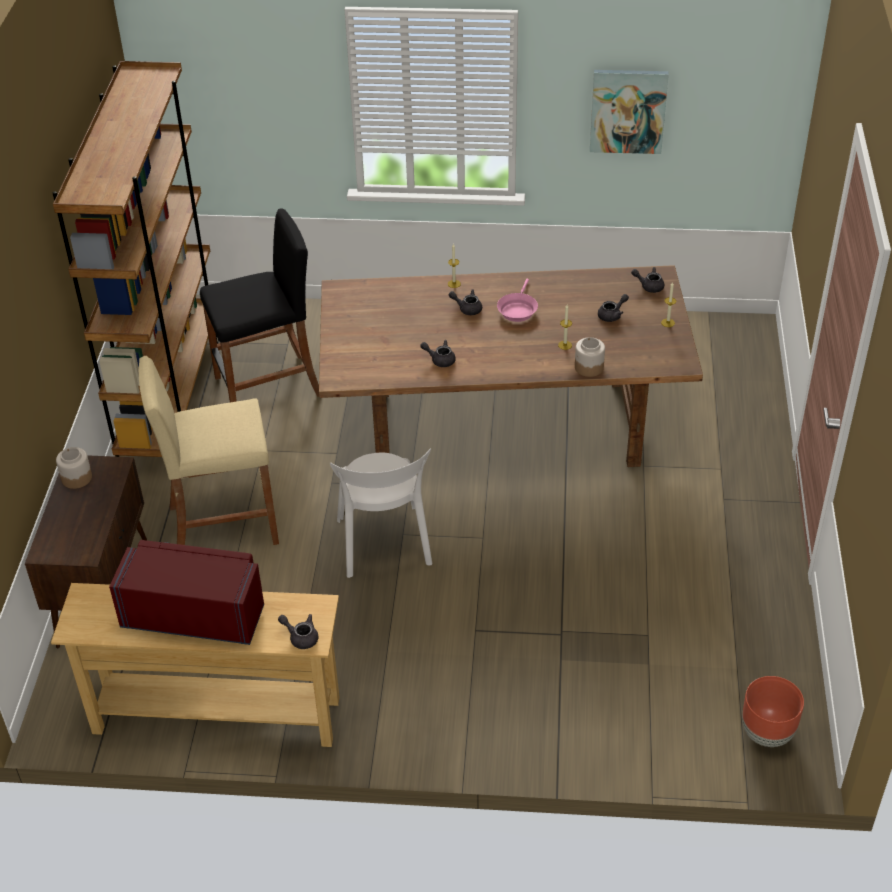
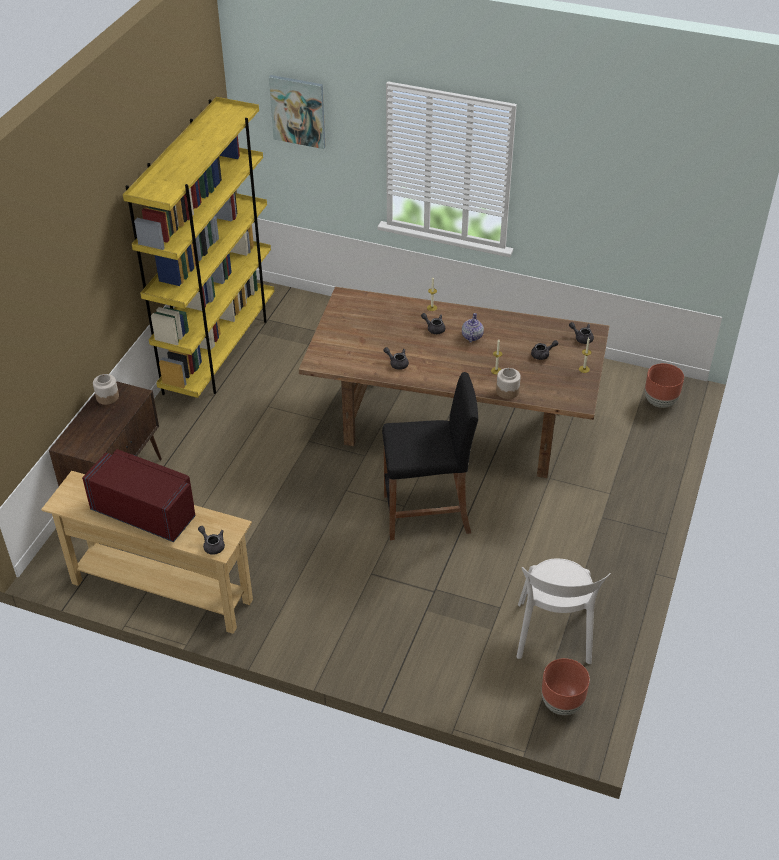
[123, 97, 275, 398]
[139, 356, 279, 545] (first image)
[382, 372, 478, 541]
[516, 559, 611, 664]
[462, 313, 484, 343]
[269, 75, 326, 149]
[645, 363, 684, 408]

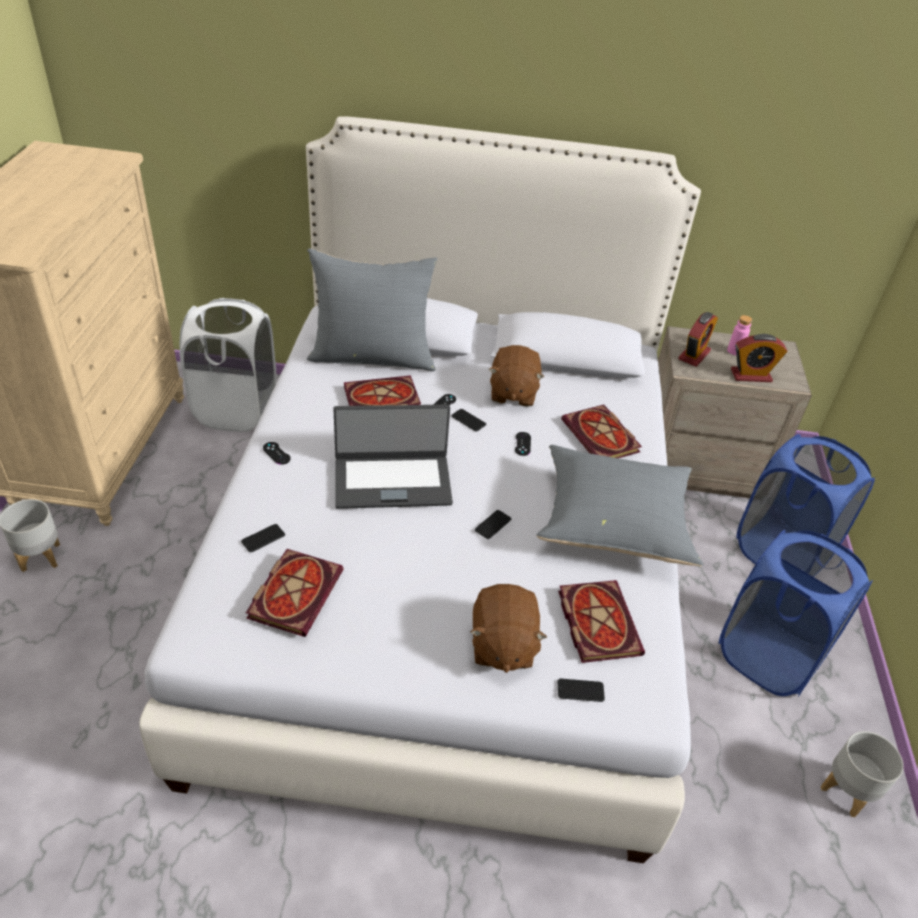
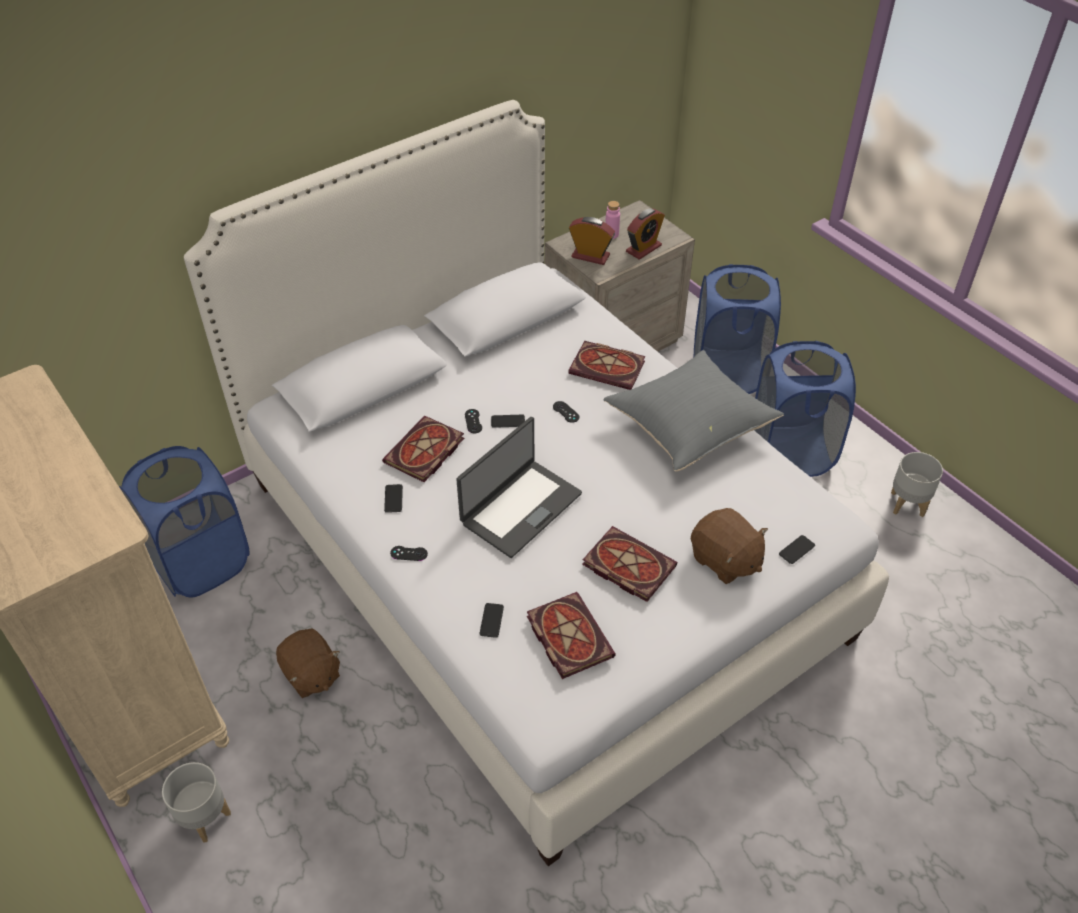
[119, 446, 249, 597]
[307, 248, 437, 371] (first image)
[384, 484, 403, 513]
[276, 628, 340, 698]
[582, 526, 677, 602]
[569, 217, 615, 265]

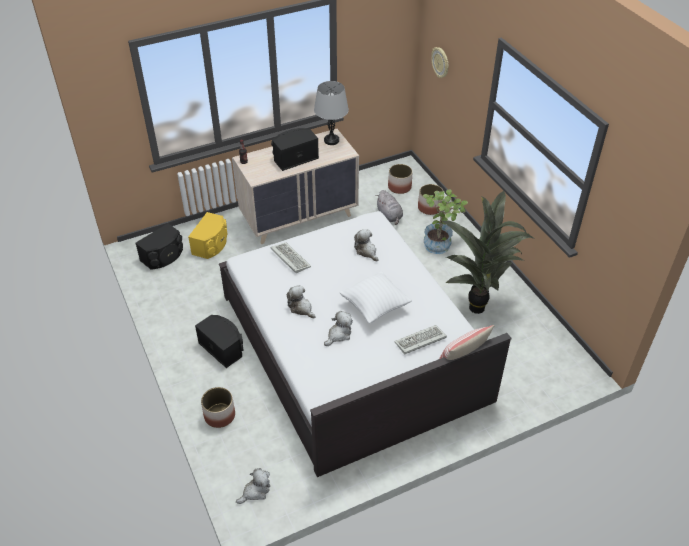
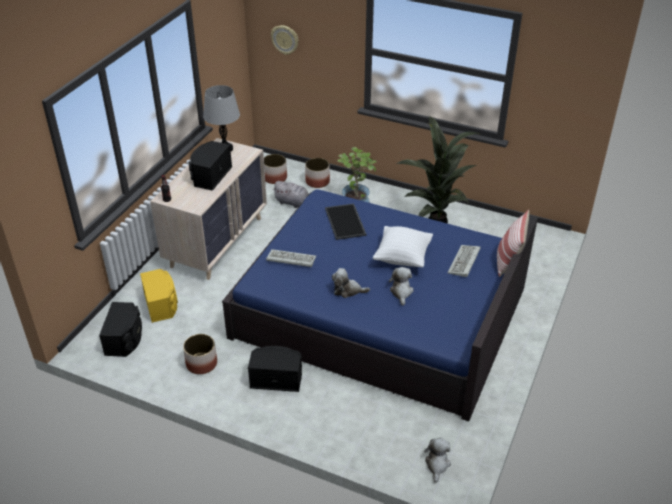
[183, 334, 217, 374]
[222, 189, 538, 421]
[325, 203, 366, 240]

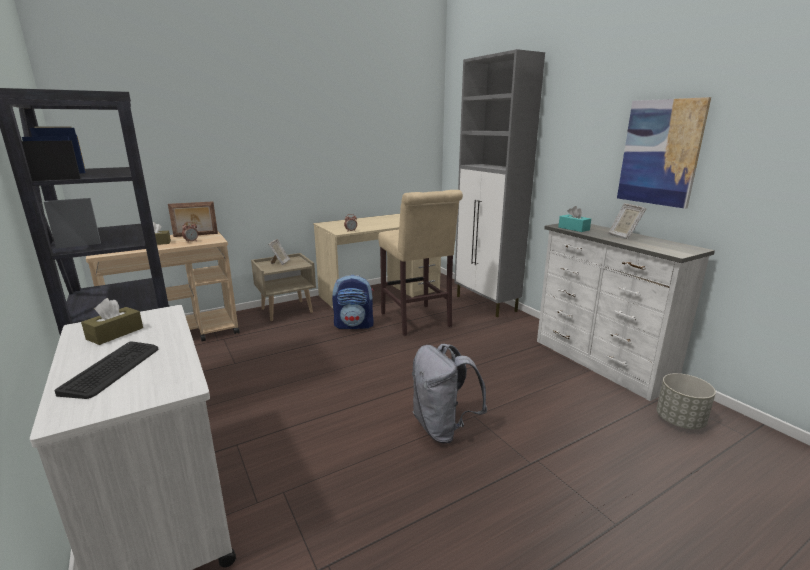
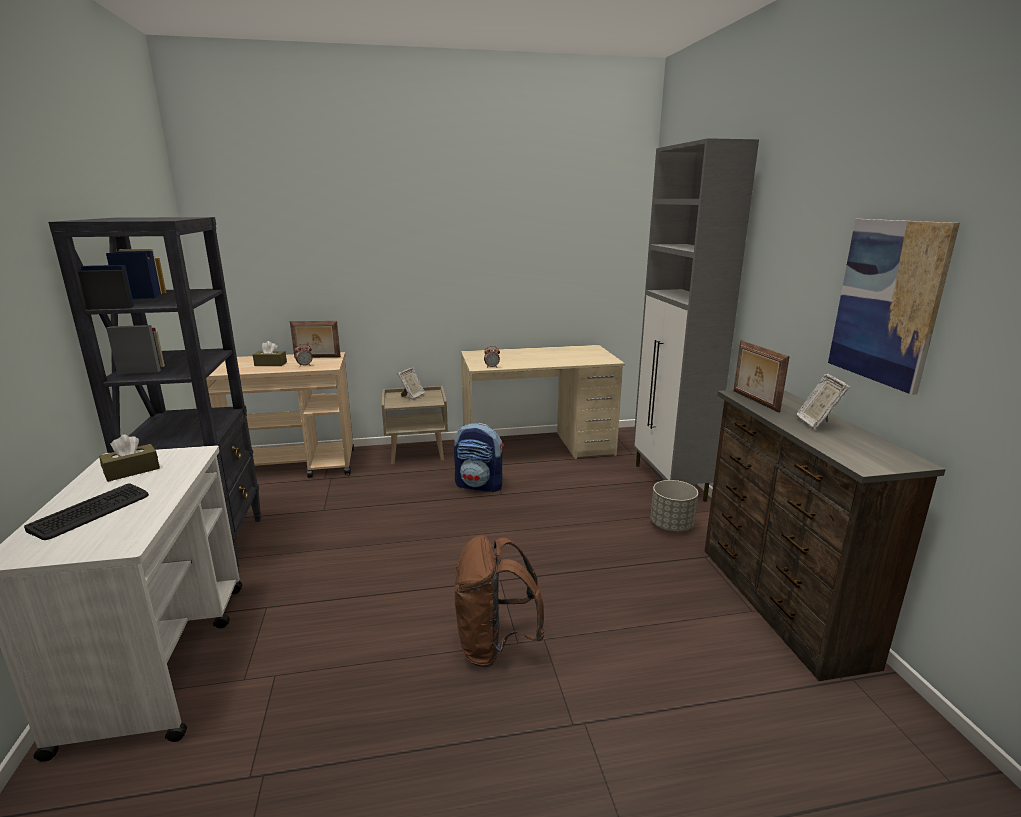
[378, 190, 463, 336] (first image)
[454, 535, 545, 668]
[704, 390, 946, 681]
[733, 340, 790, 413]
[651, 480, 698, 531]

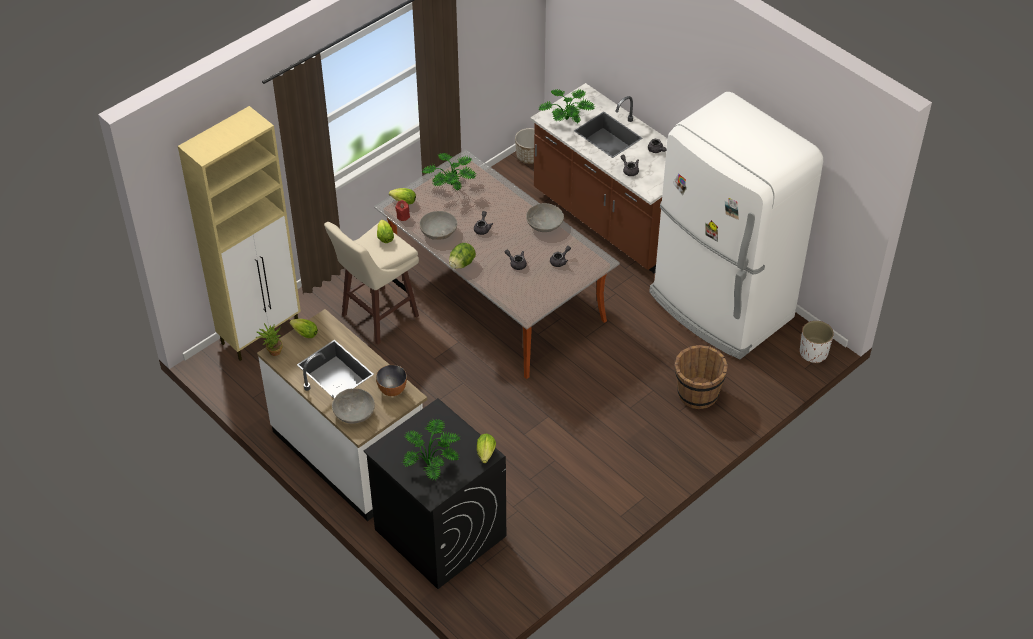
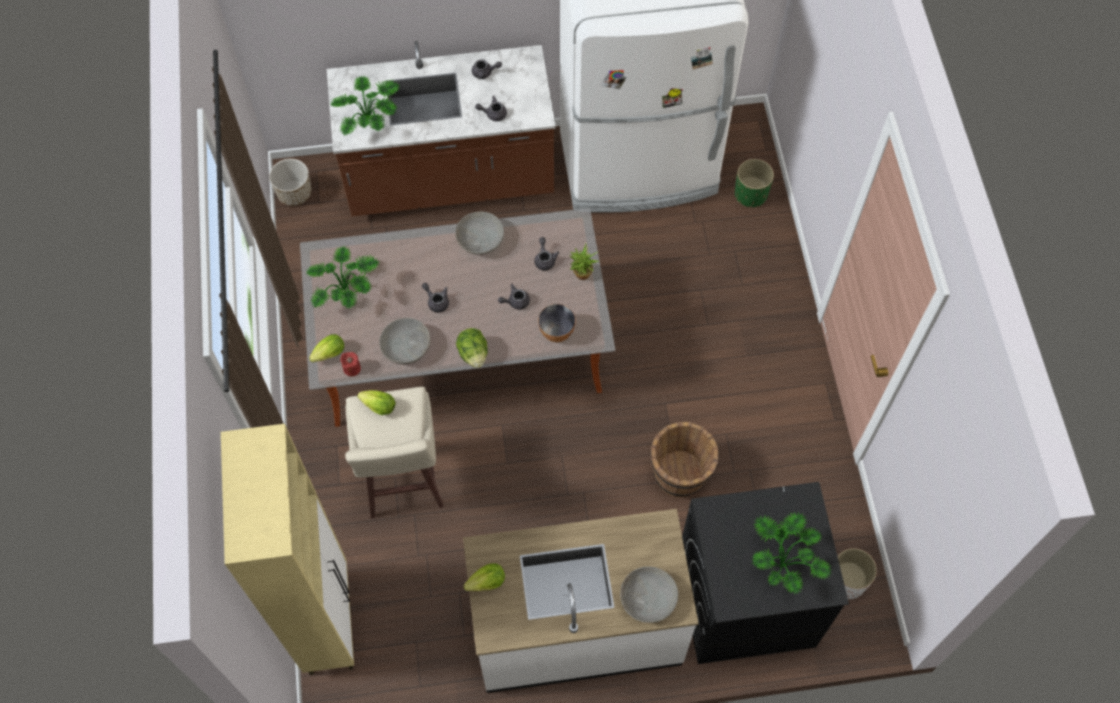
[569, 244, 599, 280]
[538, 304, 575, 342]
[477, 434, 496, 463] (first image)
[651, 422, 718, 497]
[837, 548, 877, 599]
[735, 159, 774, 207]

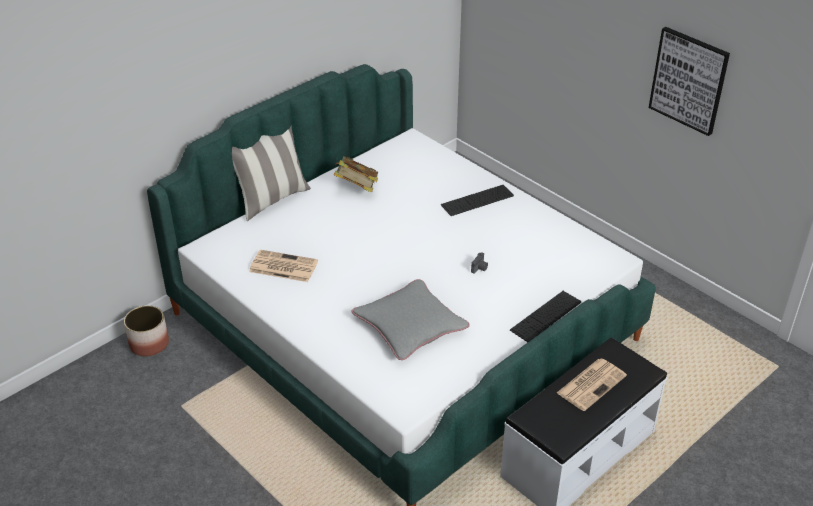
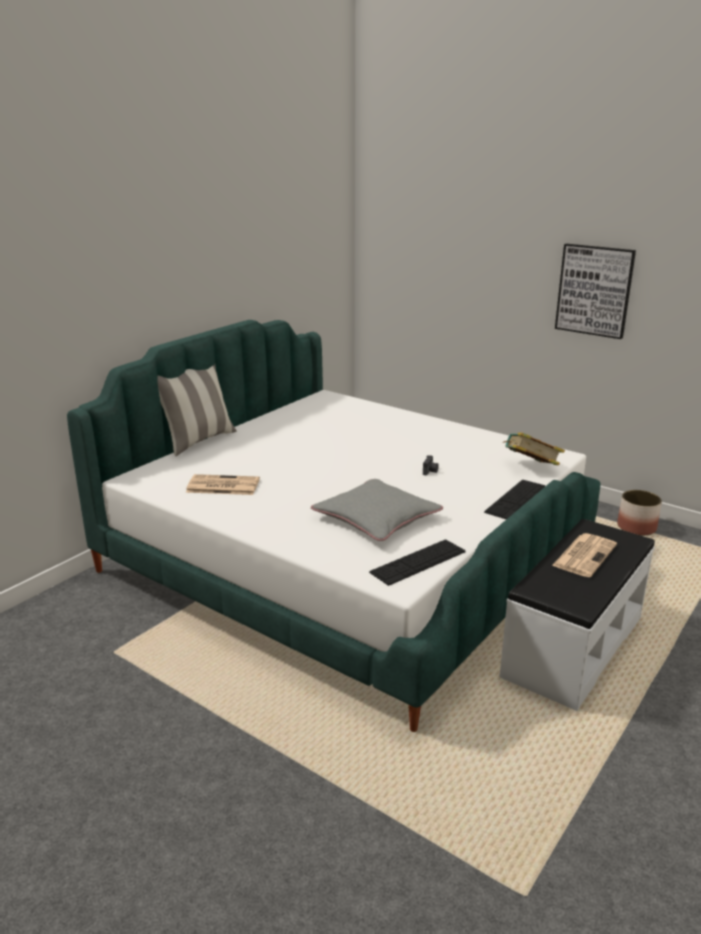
[617, 490, 662, 536]
[503, 432, 565, 465]
[369, 539, 465, 586]

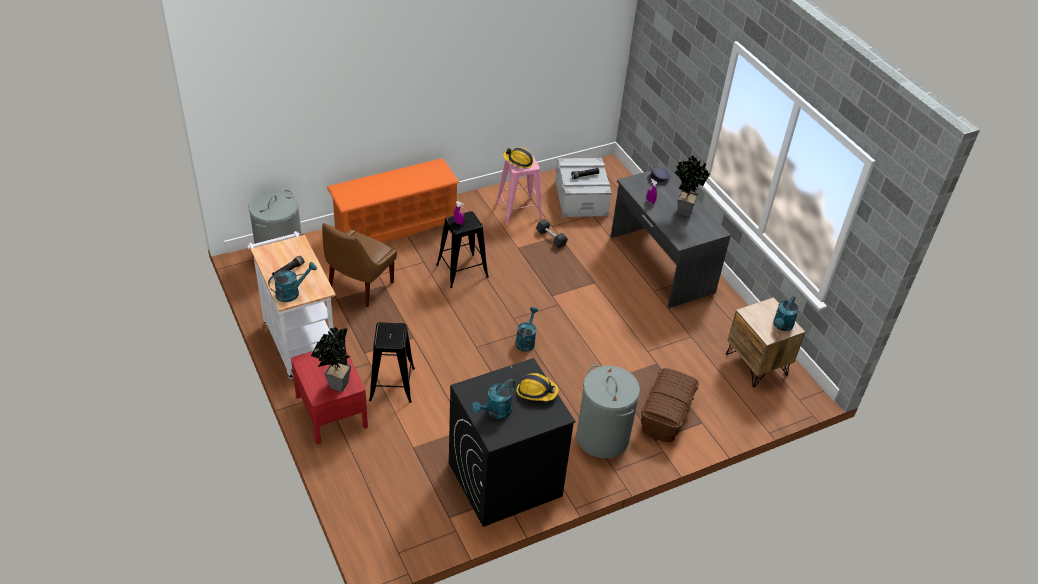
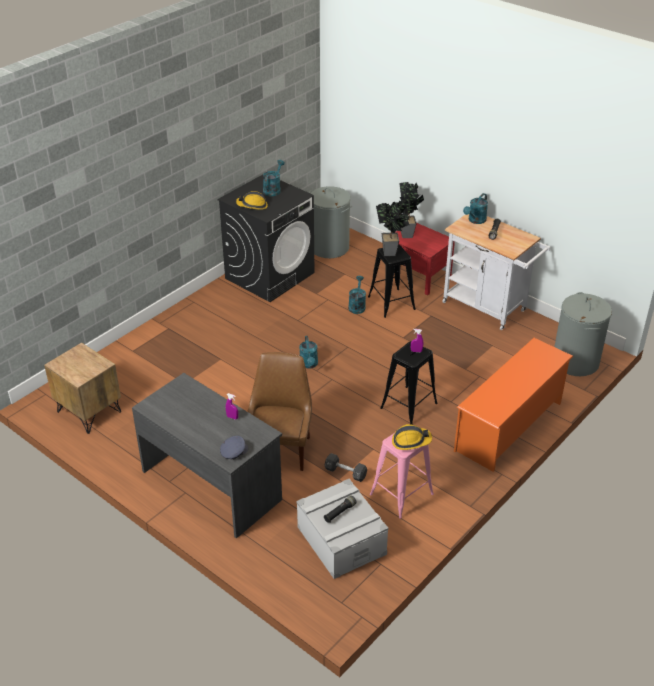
[247, 352, 312, 471]
[309, 186, 352, 258]
[641, 368, 699, 442] (first image)
[376, 201, 410, 256]
[348, 276, 366, 314]

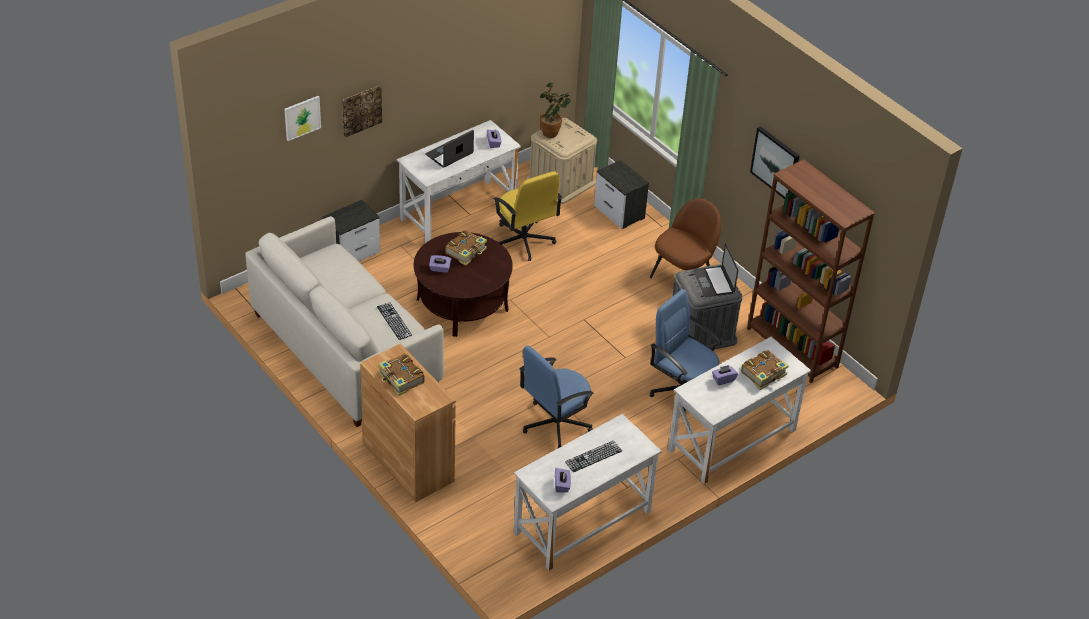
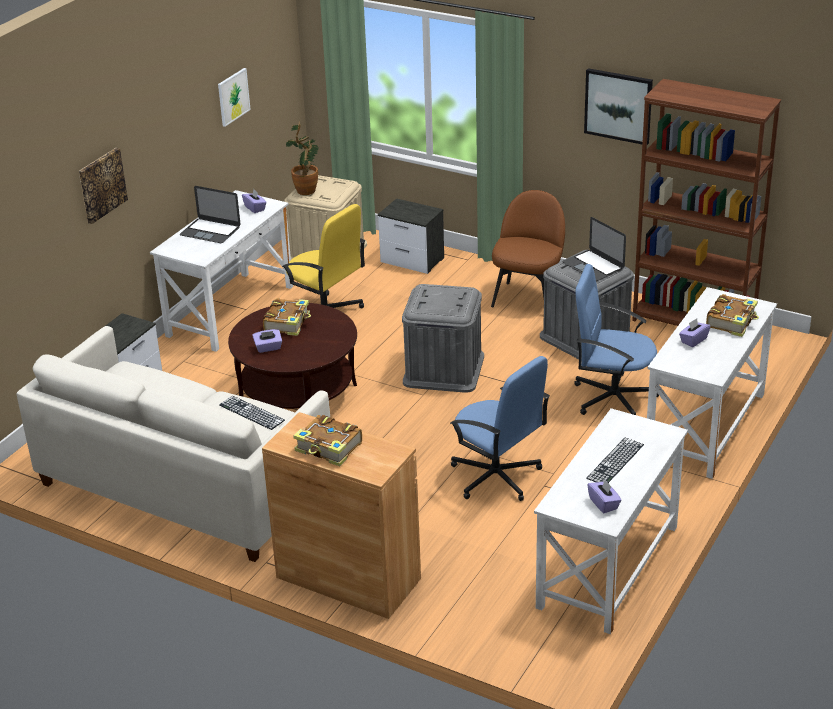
[218, 68, 251, 127]
[180, 186, 240, 243]
[450, 356, 550, 501]
[402, 284, 484, 393]

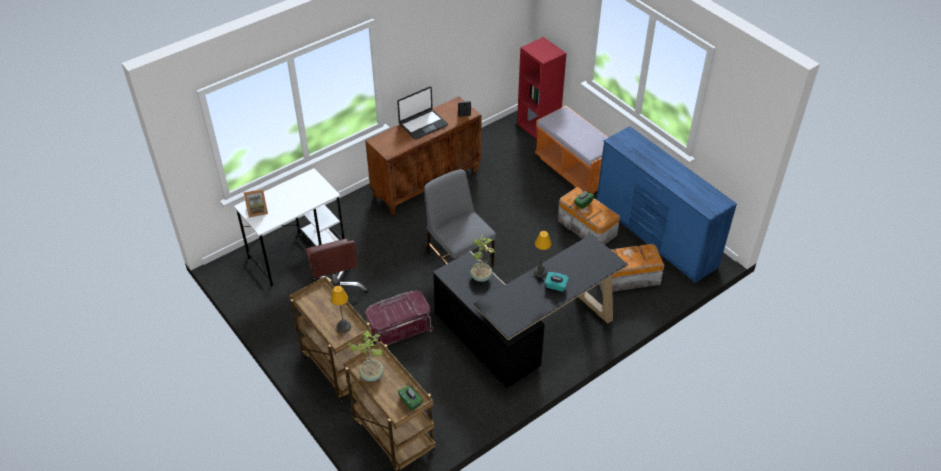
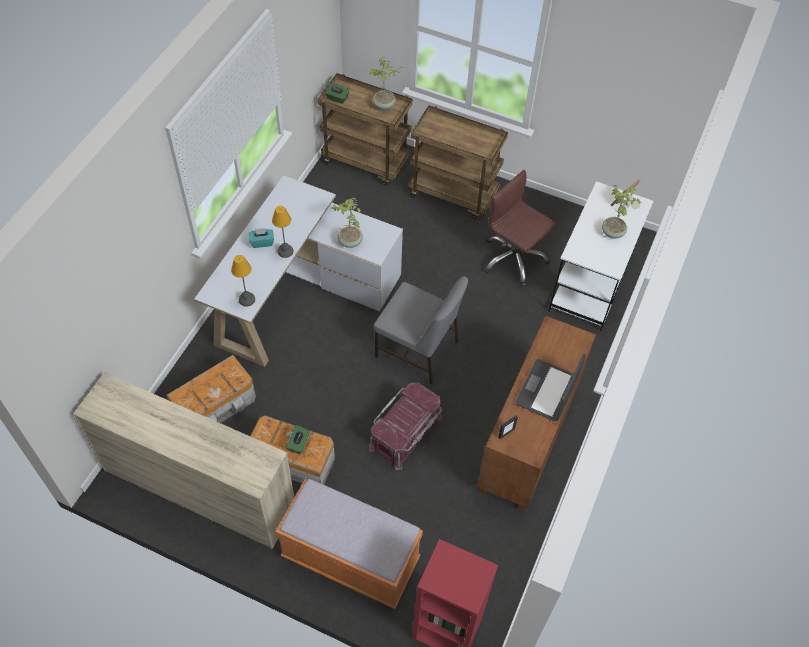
[231, 255, 255, 307]
[368, 382, 442, 470]
[194, 175, 403, 367]
[73, 372, 294, 549]
[602, 185, 641, 239]

